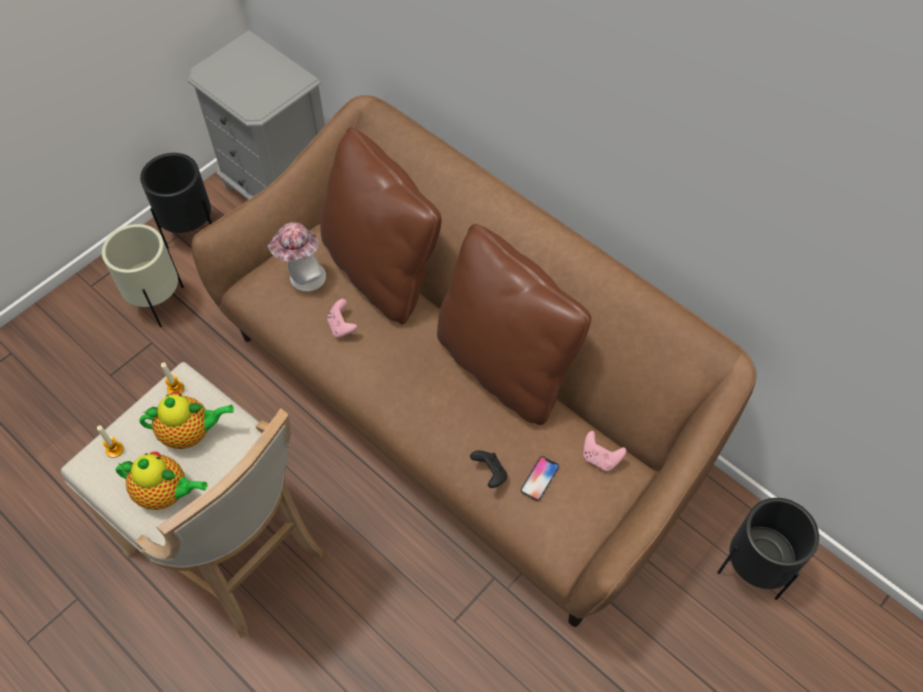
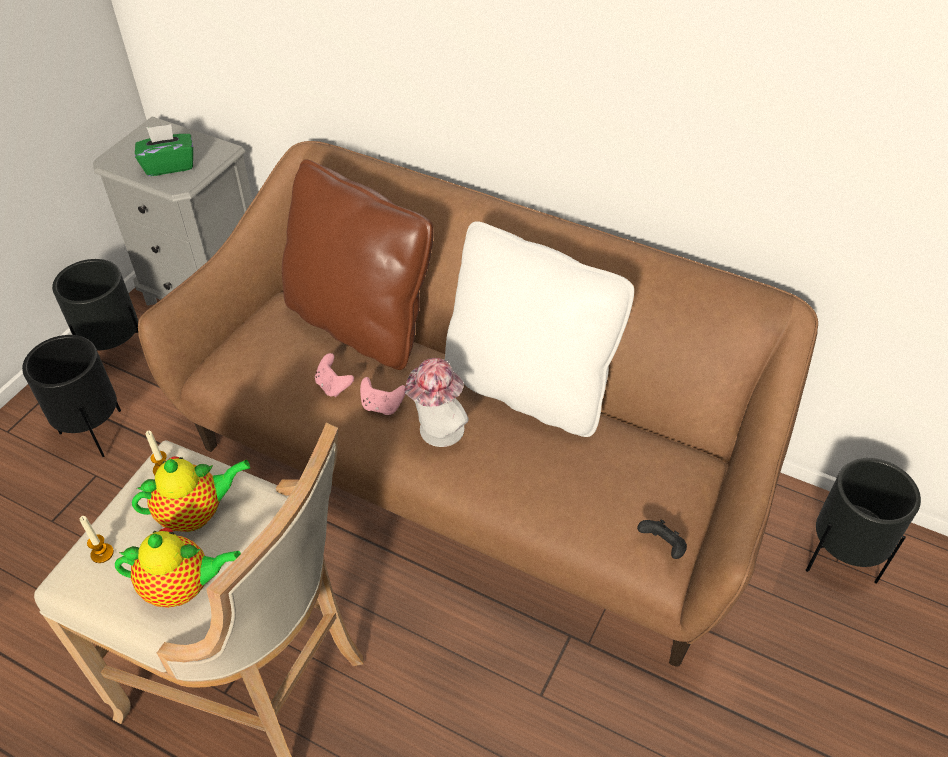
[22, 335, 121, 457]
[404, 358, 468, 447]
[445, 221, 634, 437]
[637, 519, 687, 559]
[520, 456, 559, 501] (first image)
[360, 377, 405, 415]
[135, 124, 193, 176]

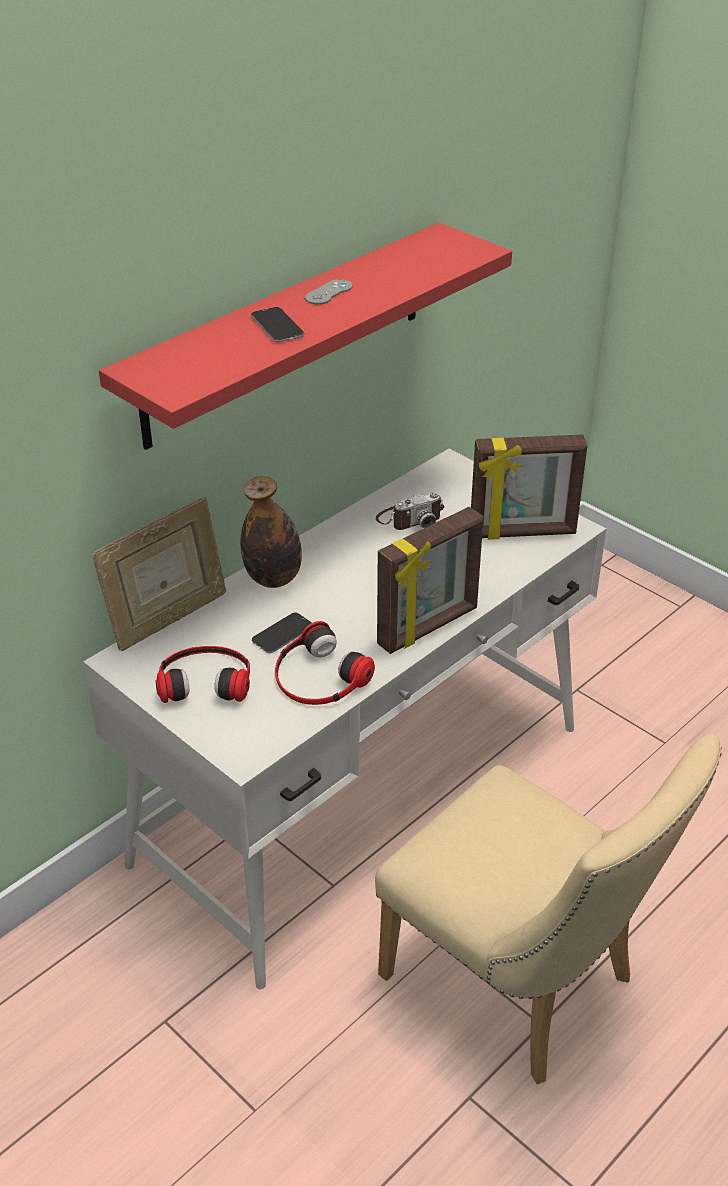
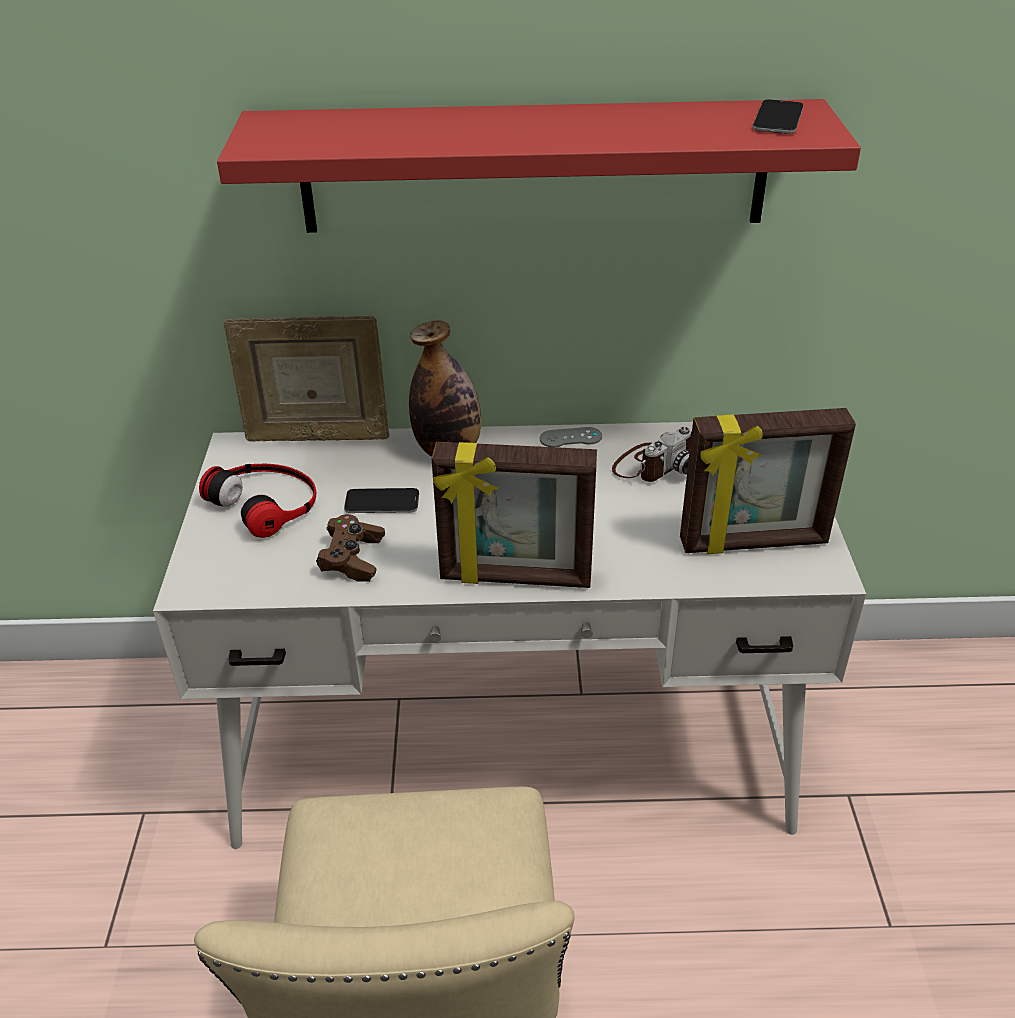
[753, 100, 803, 134]
[316, 514, 385, 582]
[540, 427, 602, 447]
[612, 426, 692, 482]
[680, 408, 856, 554]

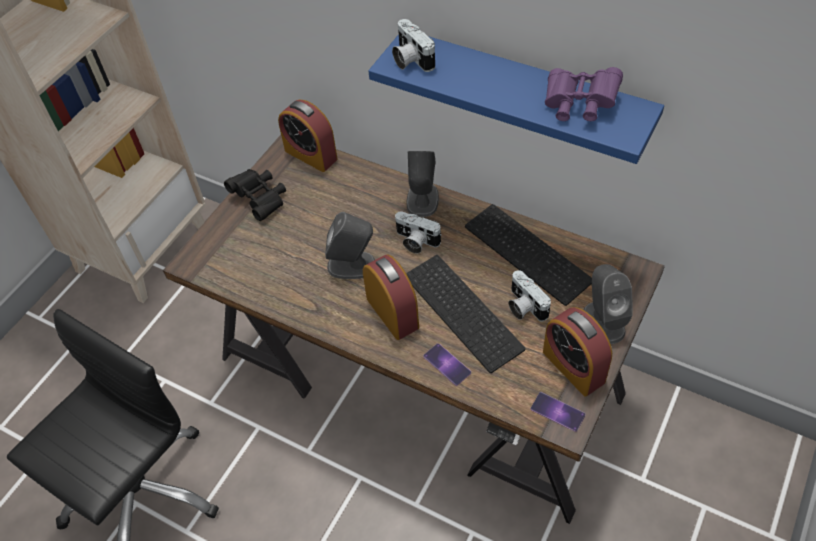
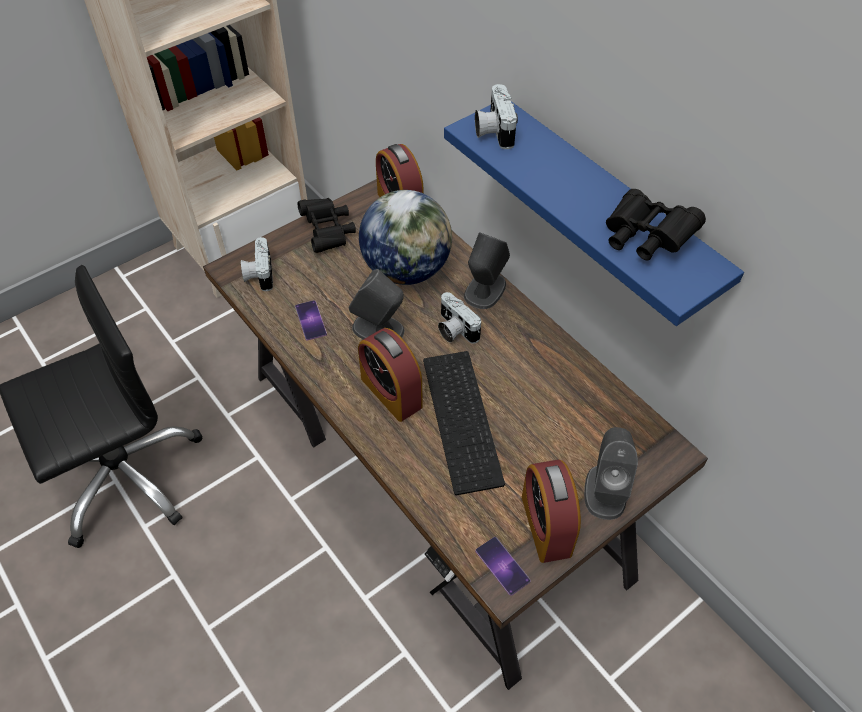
[358, 328, 423, 422]
[295, 300, 327, 341]
[465, 204, 592, 306] (first image)
[241, 237, 273, 291]
[606, 189, 706, 260]
[359, 190, 452, 285]

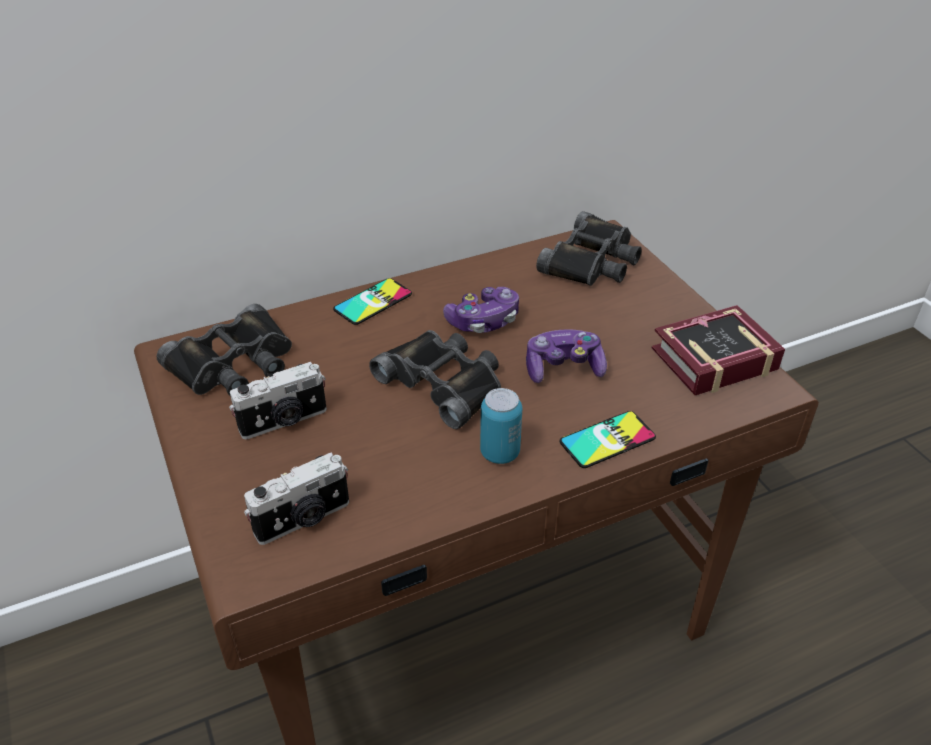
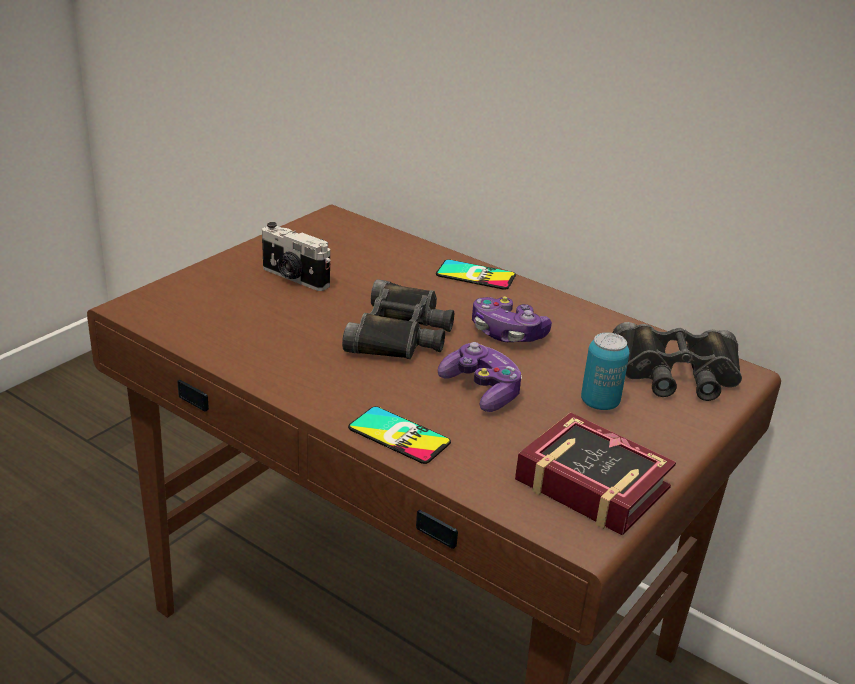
[157, 304, 292, 395] (first image)
[244, 453, 349, 545] (first image)
[581, 332, 630, 410]

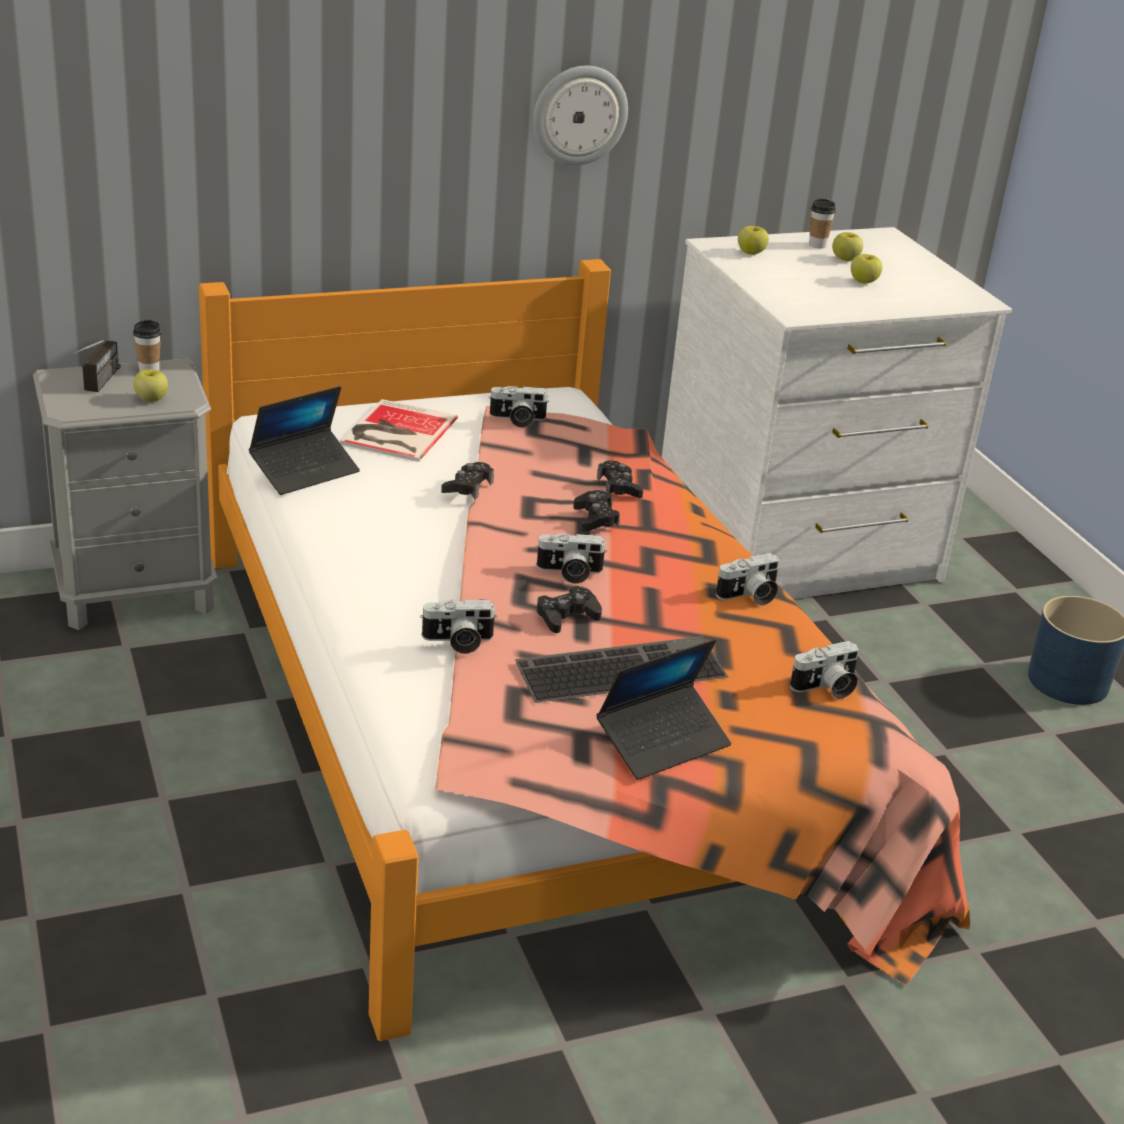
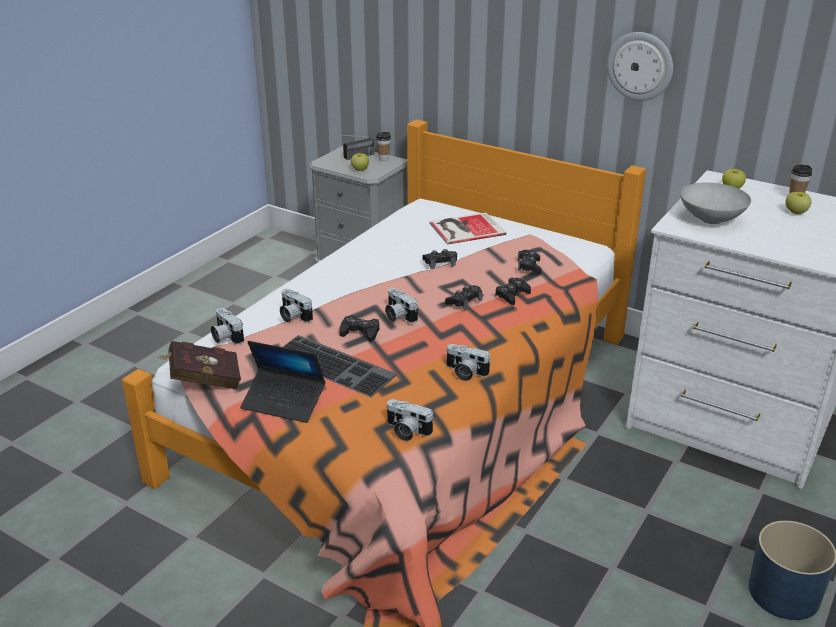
[249, 386, 360, 495] (first image)
[211, 308, 244, 345]
[851, 254, 882, 283] (first image)
[158, 341, 241, 389]
[518, 250, 541, 274]
[680, 183, 751, 224]

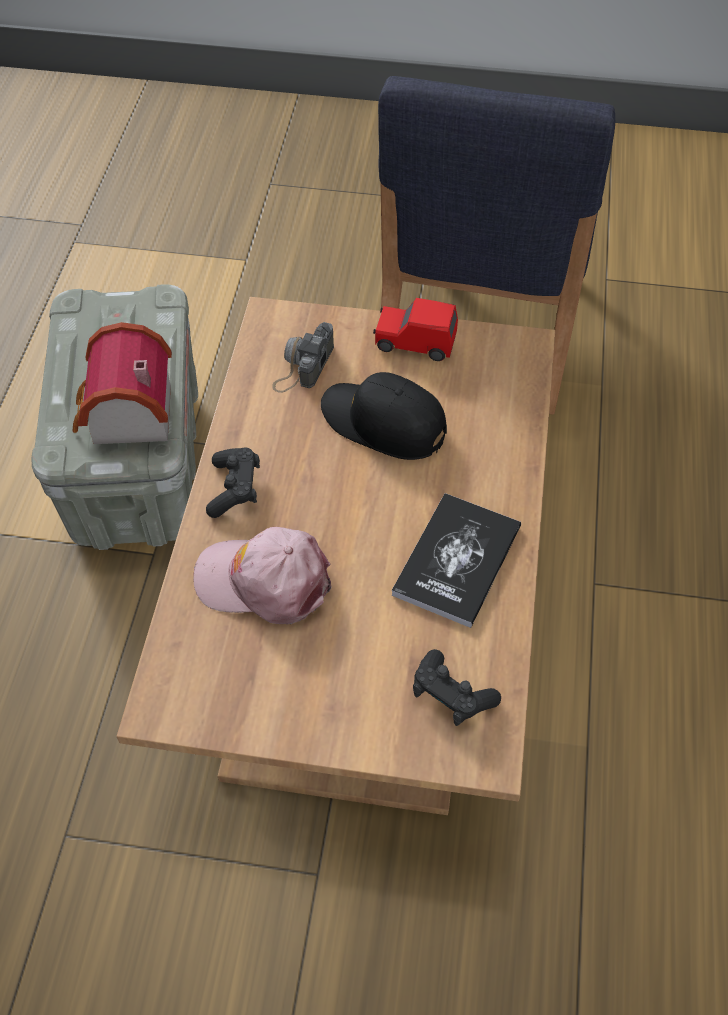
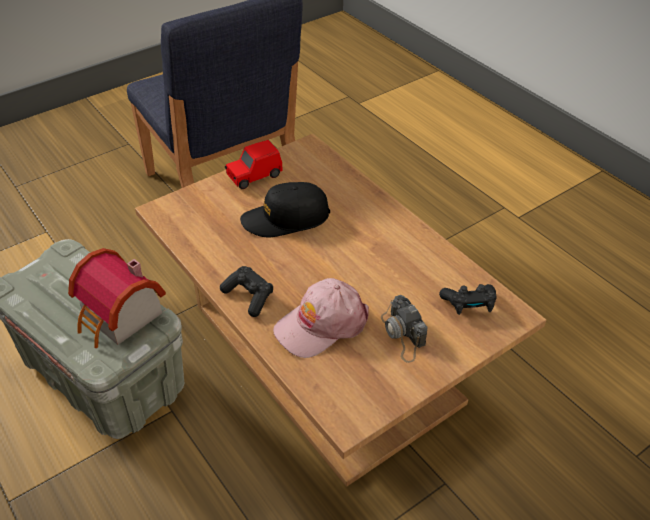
[381, 295, 427, 363]
[391, 493, 521, 628] (first image)

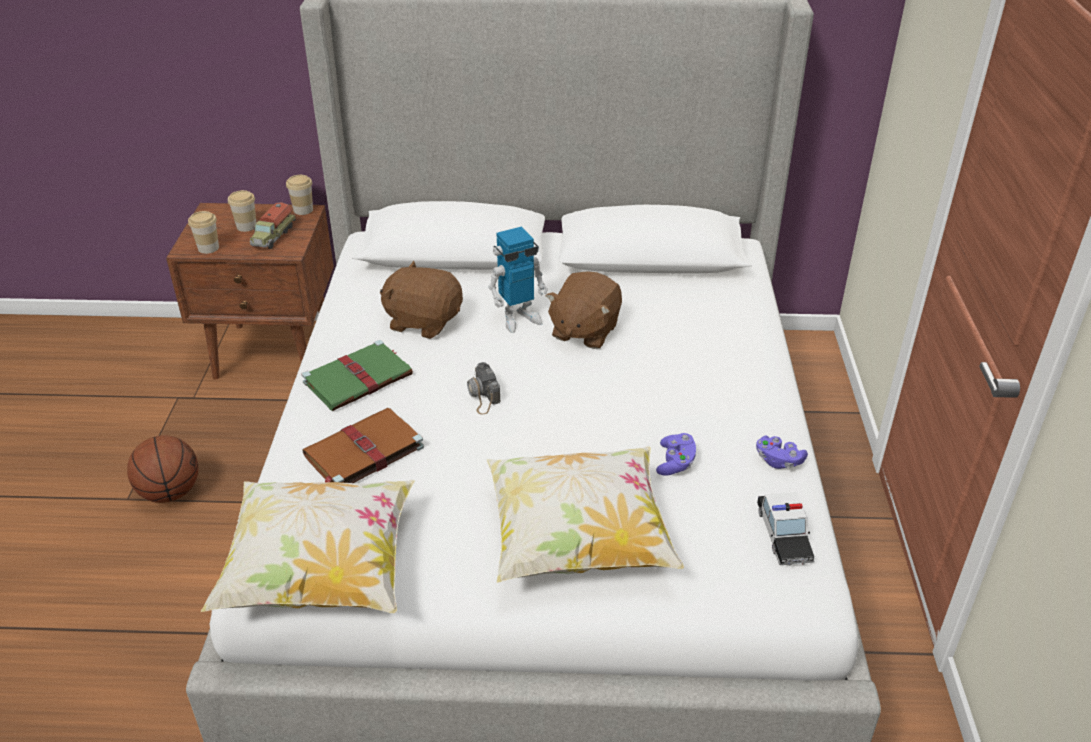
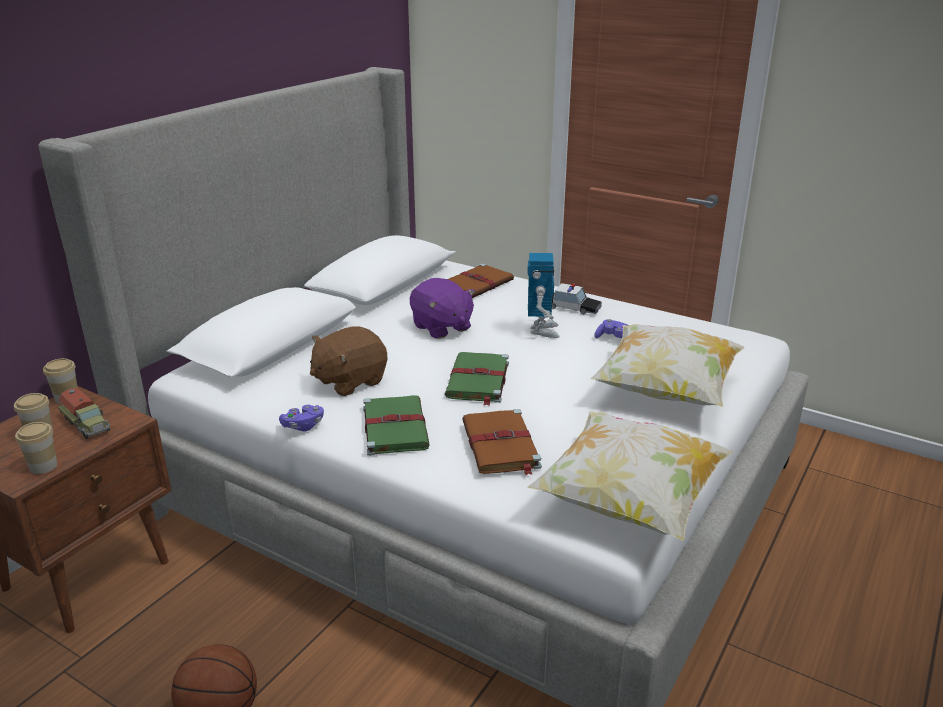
[445, 352, 509, 406]
[528, 253, 560, 338]
[410, 278, 475, 339]
[279, 405, 324, 432]
[552, 283, 602, 315]
[448, 264, 514, 298]

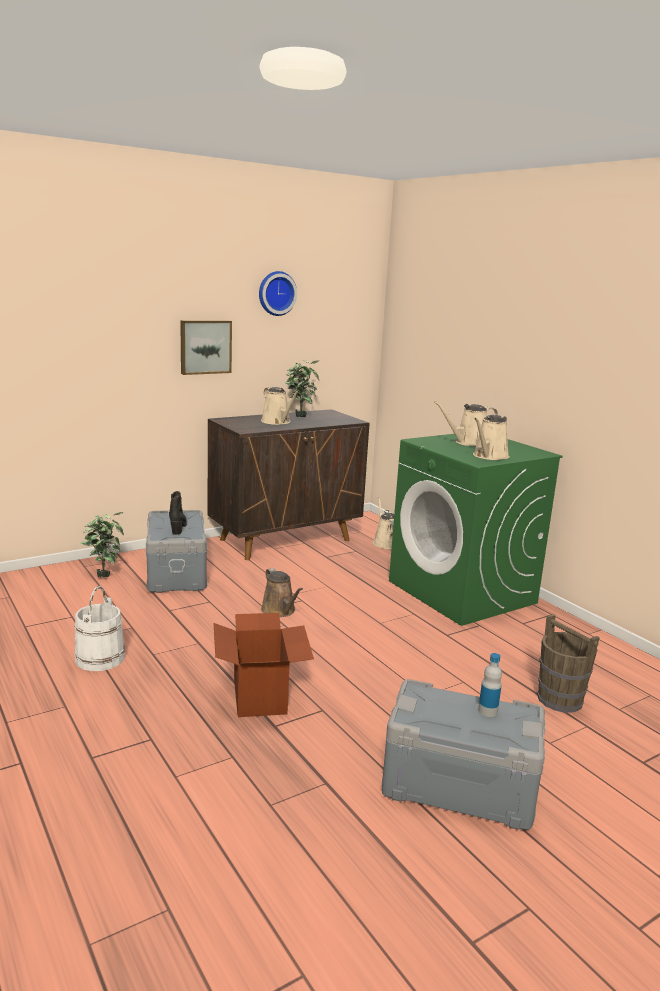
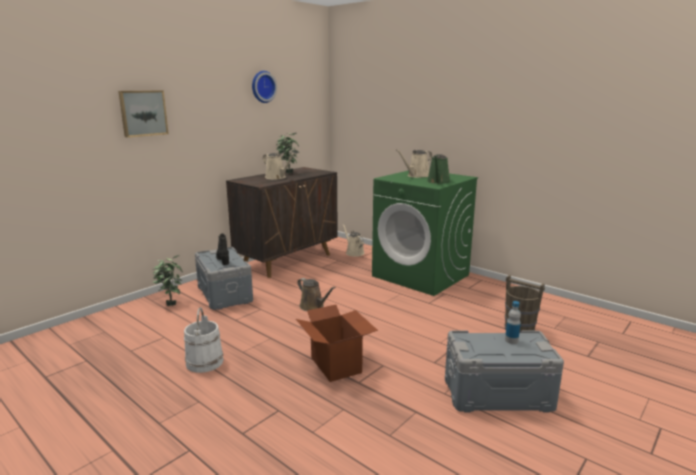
[118, 90, 169, 138]
[427, 154, 451, 184]

